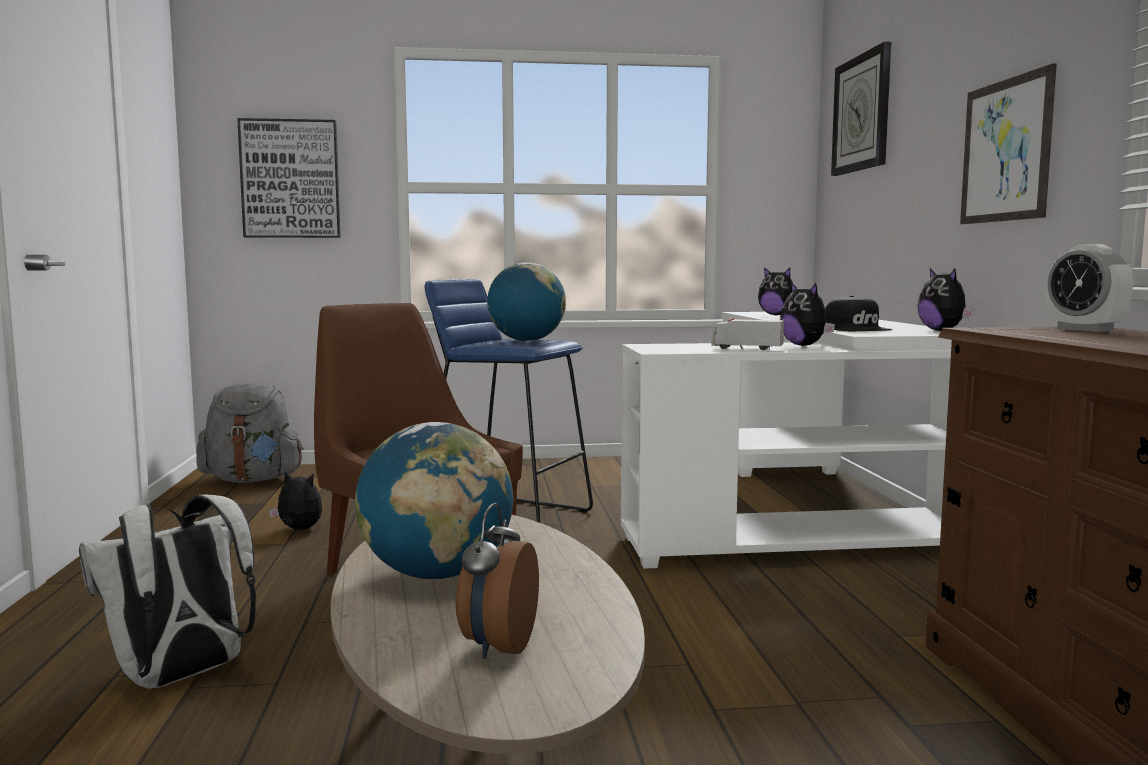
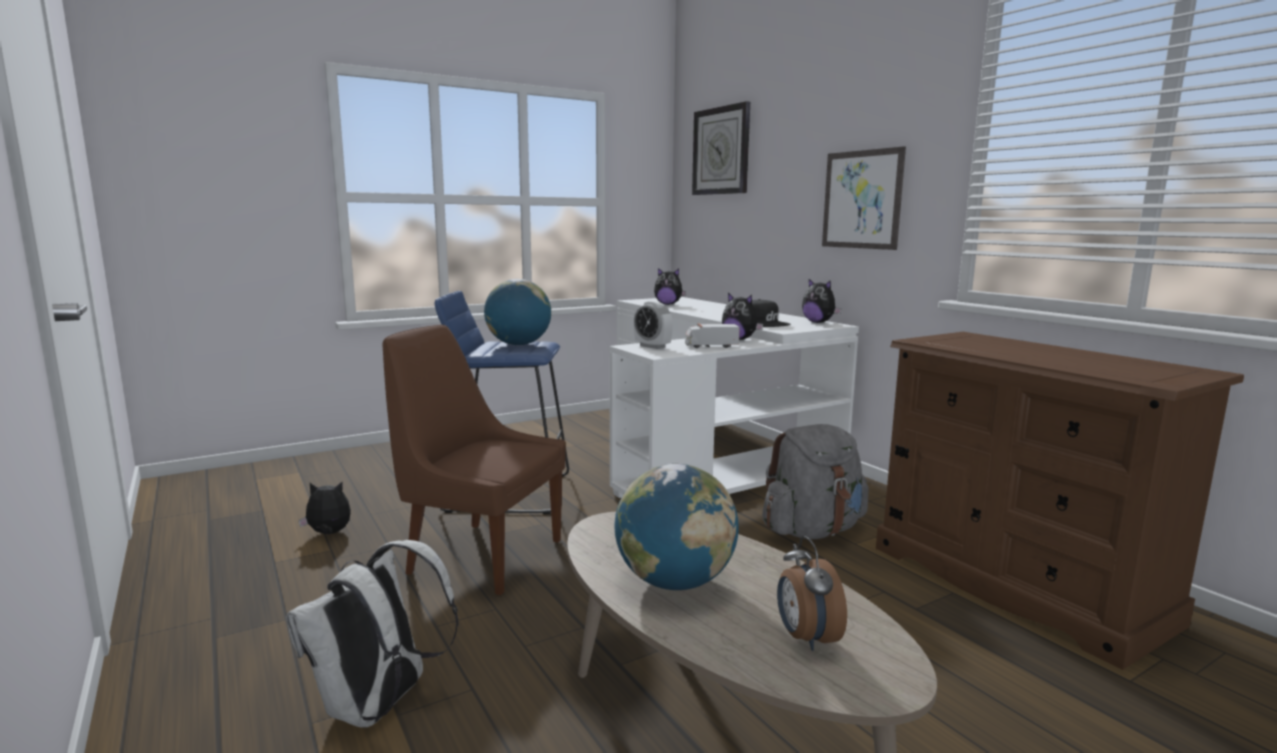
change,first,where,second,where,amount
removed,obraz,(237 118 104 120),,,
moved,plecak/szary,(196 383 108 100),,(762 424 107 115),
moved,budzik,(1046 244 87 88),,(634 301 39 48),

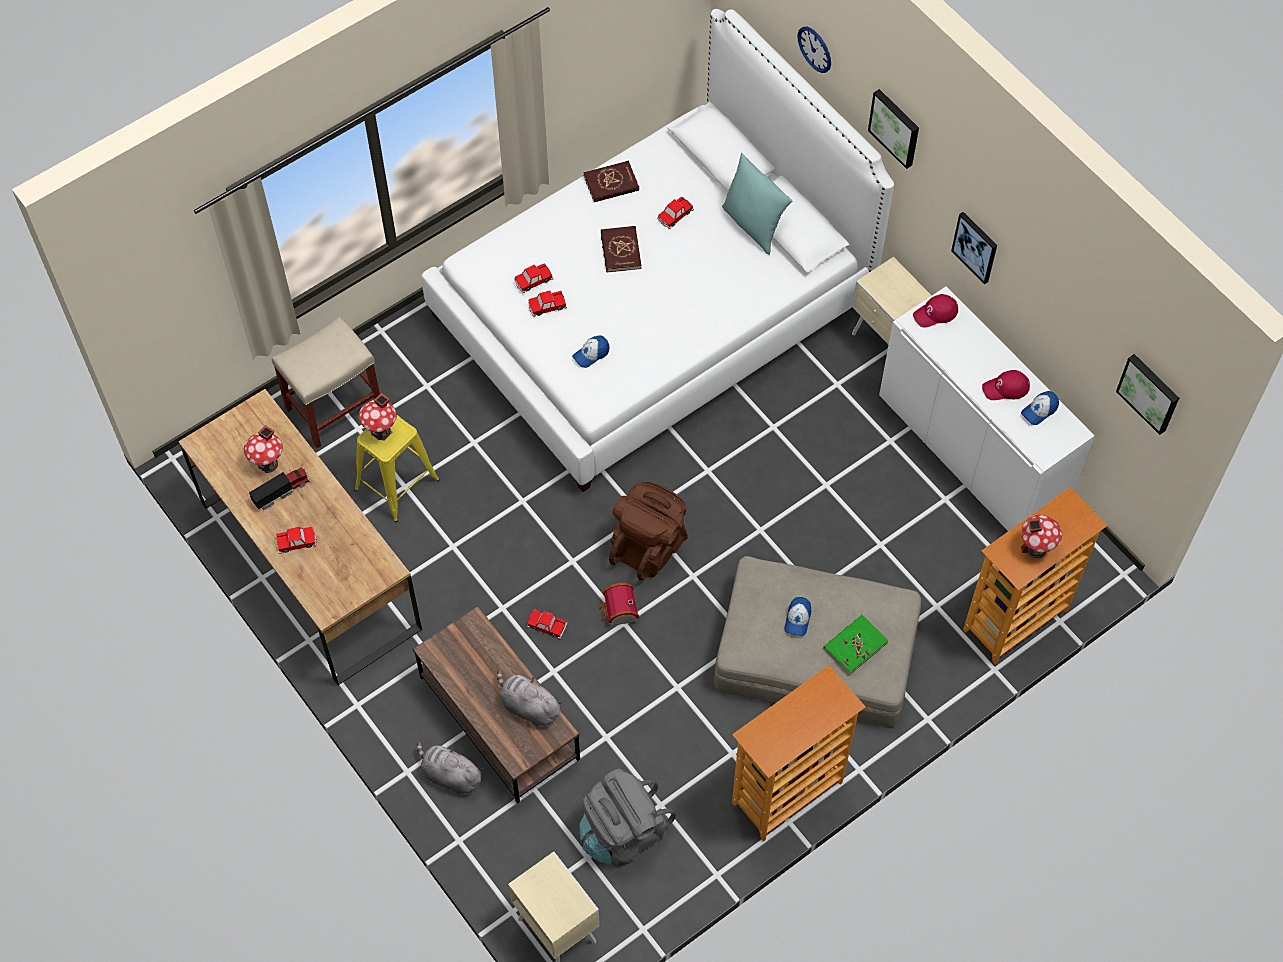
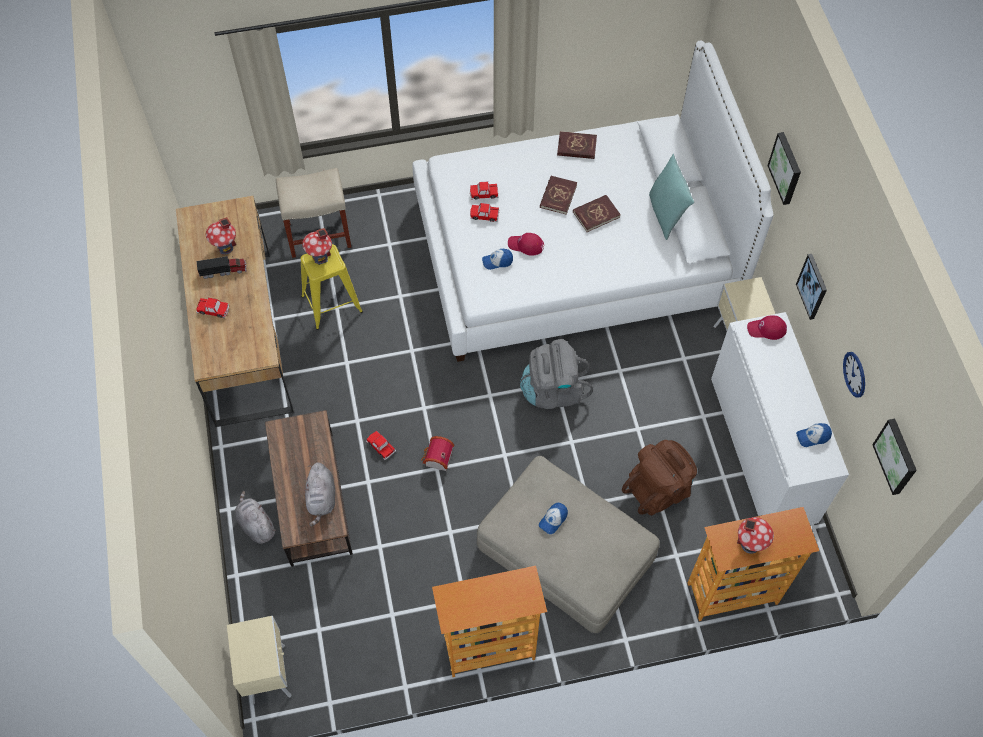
change,first,where,second,where,amount
removed,samochodzik,(657 196 37 33),,,
removed,książka/zielony,(823 615 65 60),,,
added,,,książka/czerwony,(573 195 48 37),
moved,plecak/szary,(579 769 97 95),,(520 339 73 70),
moved,plecak/brązowy,(609 482 79 98),,(622 440 75 75),
moved,zegar ścienny,(797 27 34 46),,(843 352 22 46),
moved,czapka z daszkiem/czerwony,(982 370 48 30),,(508 233 36 23),
turned,pluszak/szary,(497 670 66 56),,(304 462 31 64),150 degrees counterclockwise

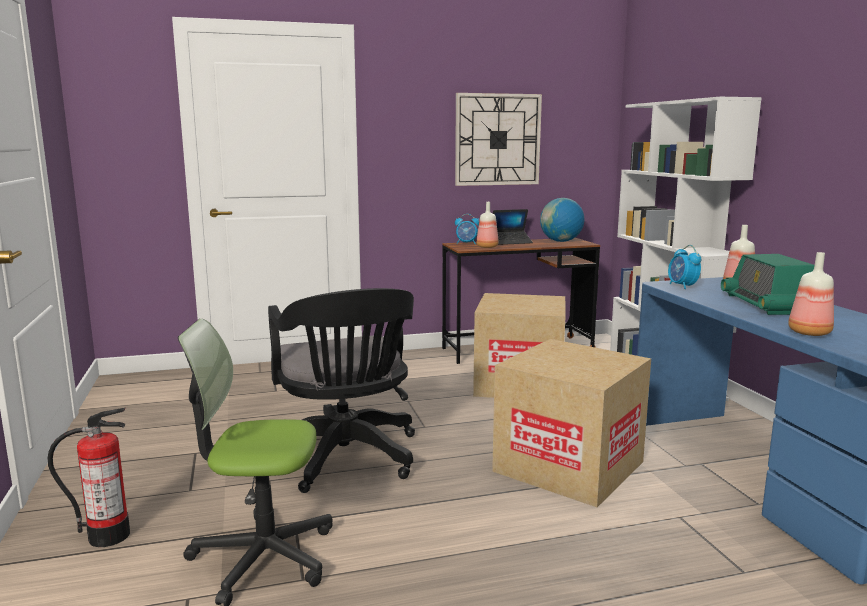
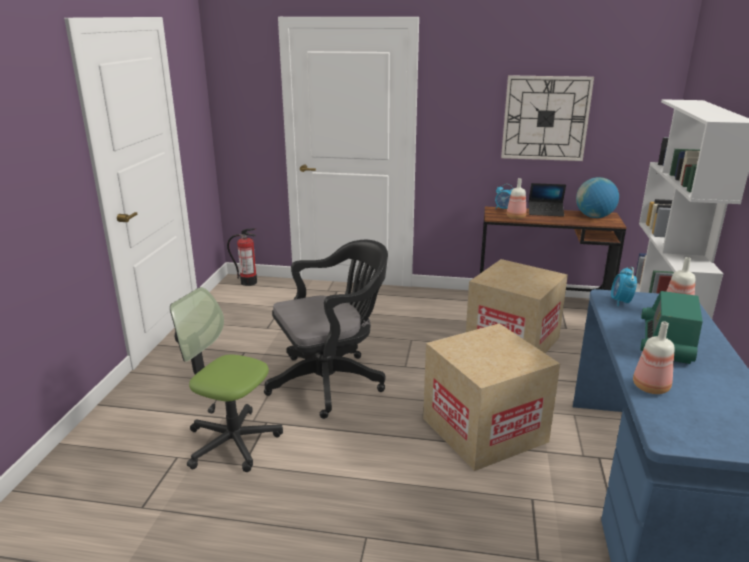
change,first,where,second,where,amount
moved,gaśnica,(48 408 82 139),,(227 228 30 58),
turned,krzesło biurowe/czarny,(268 288 147 205),,(264 240 124 179),120 degrees counterclockwise

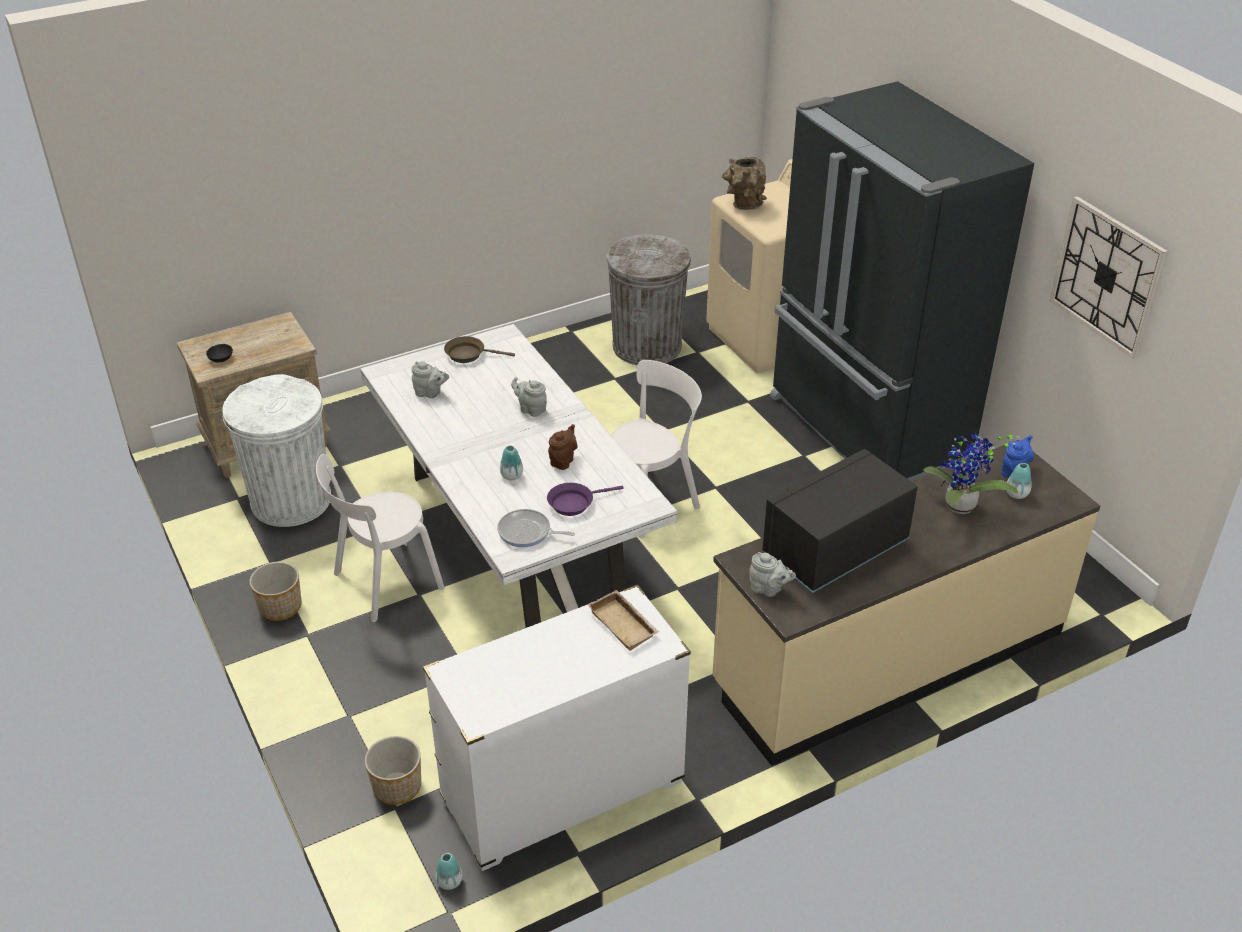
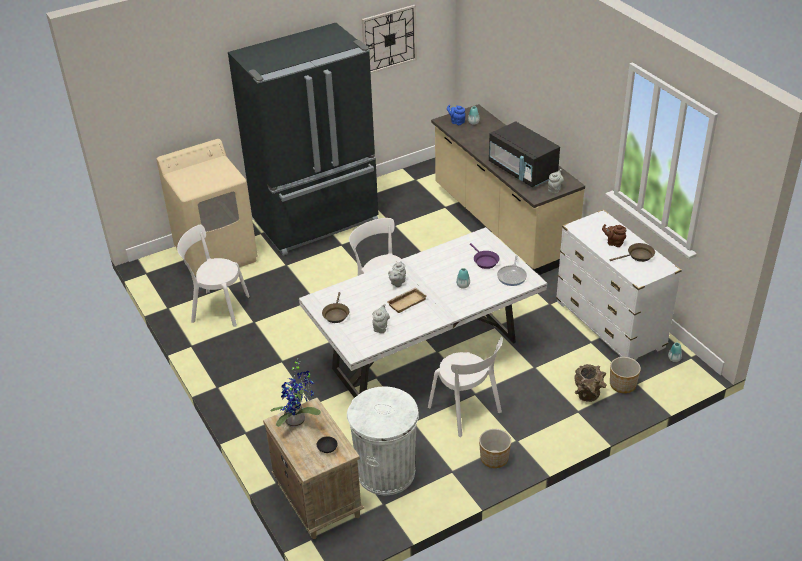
change,first,where,second,where,amount
added,,,patelnia/brązowy,(610 243 45 19),
moved,imbryk/brązowy,(548 424 30 46),,(602 224 24 23),
moved,taca/beżowy,(587 590 72 61),,(387 287 40 26),
moved,wazon/brązowy,(722 157 45 53),,(574 364 33 38),
moved,roślina doniczkowa,(923 433 96 81),,(271 361 50 66),
replaced,kosz na śmieci/szary,(606 234 85 131),krzesło/biały,(177 225 73 102),

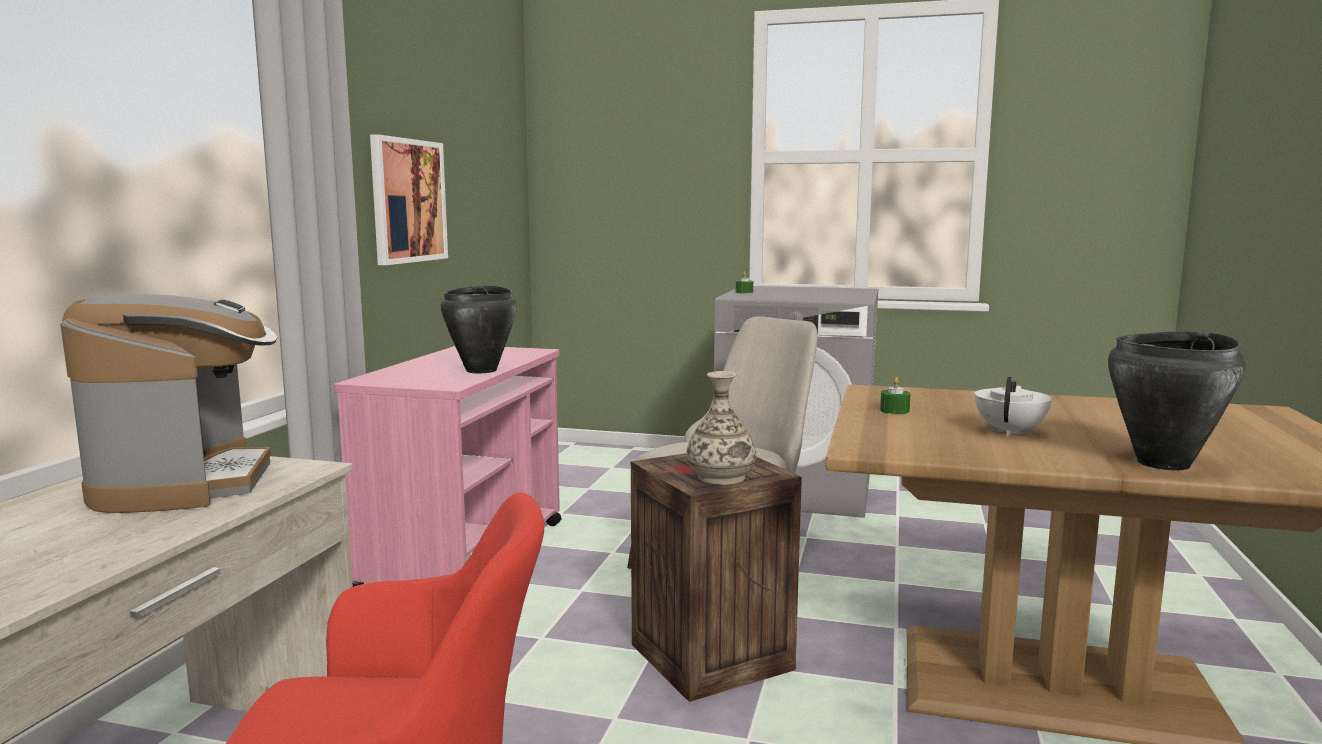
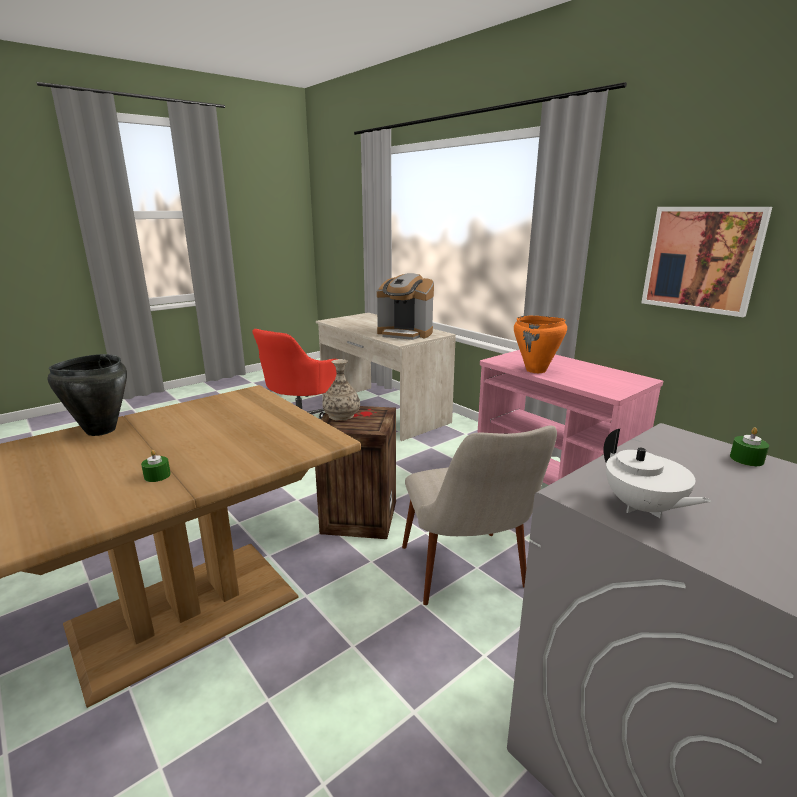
change,first,where,second,where,amount
moved,świeca/zielony,(880 377 31 37),,(141 450 30 32),
moved,imbryk/biały,(974 377 78 59),,(604 429 107 89),
recoloured,garnek/czarny,(441 285 76 88),garnek/pomarańczowy,(514 316 53 57),

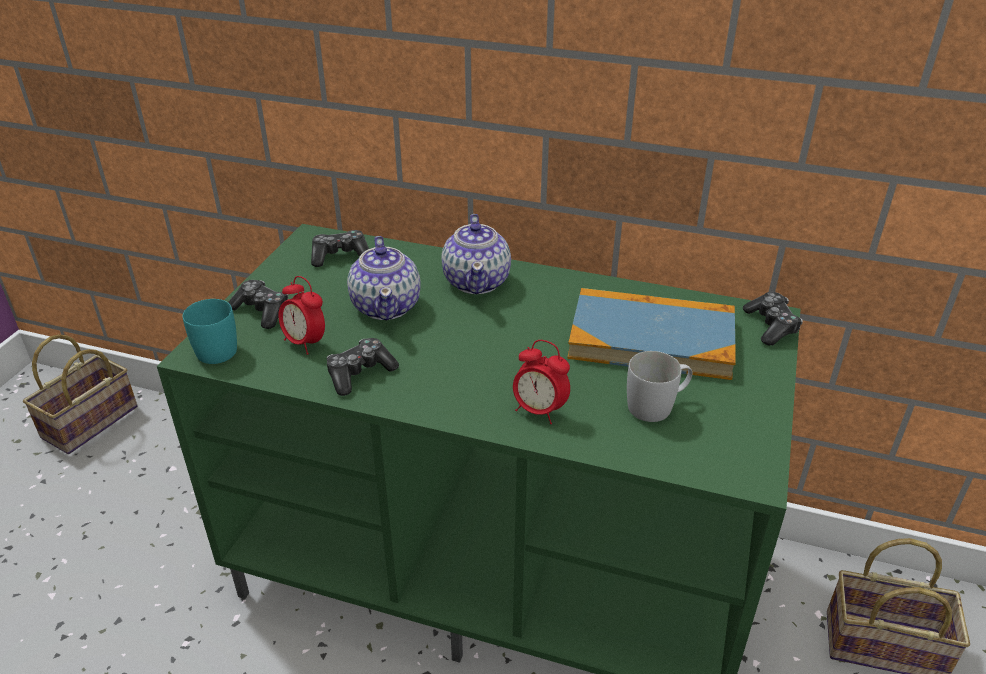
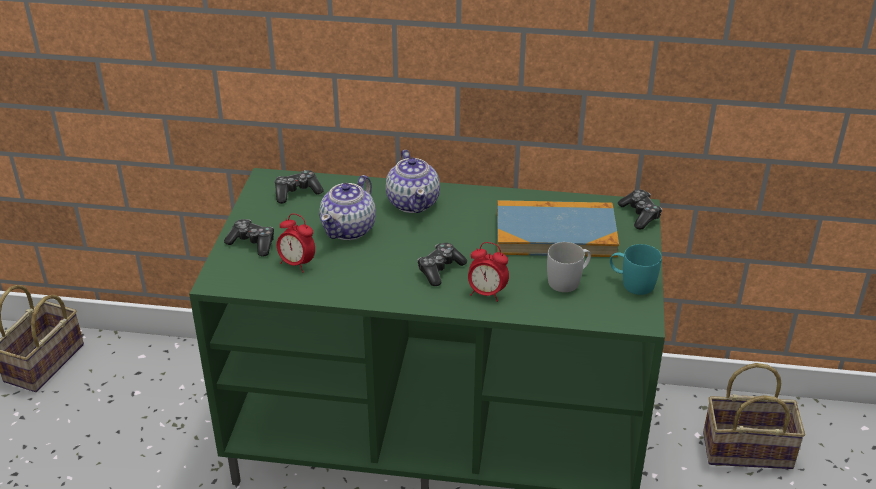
change,first,where,second,where,amount
moved,kubek/turkusowy,(183 299 54 65),,(610 244 52 51),
moved,pad do gier,(326 338 73 58),,(417 243 50 43),
turned,imbryk,(347 236 74 84),,(319 175 57 65),45 degrees clockwise

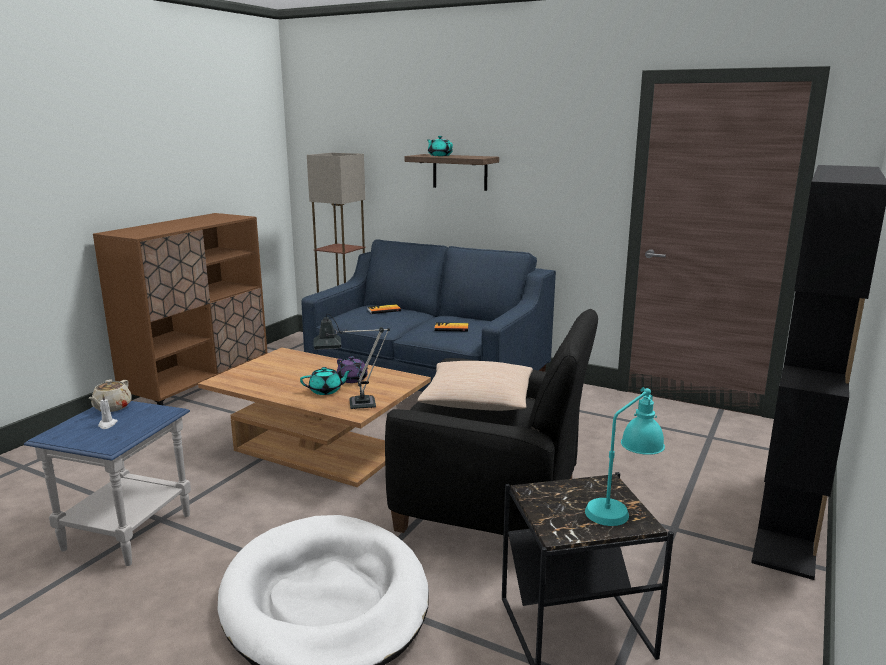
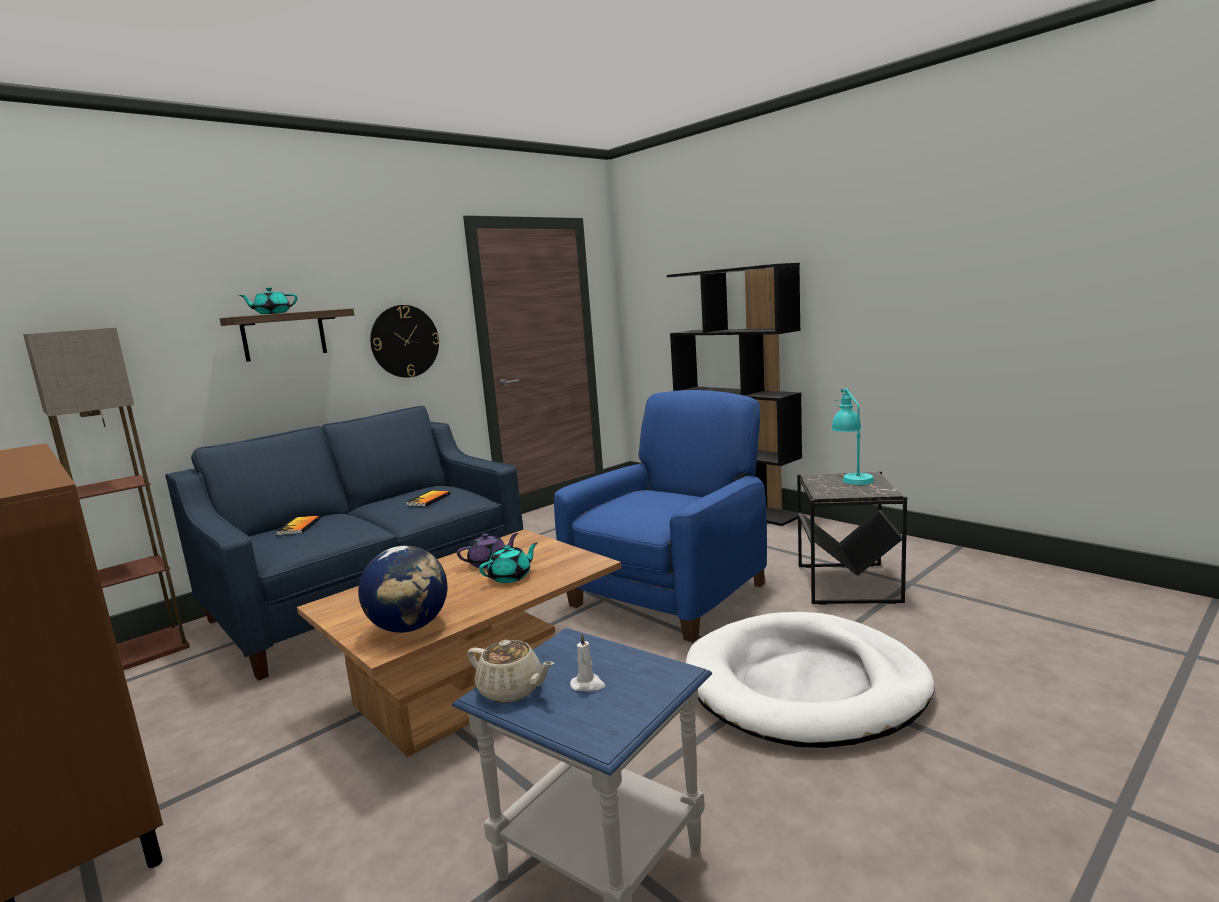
change,first,where,second,where,amount
removed,lampa stołowa,(314 314 76 95),,,
removed,poduszka/beżowy,(417 361 116 50),,,
added,,,globus,(358 546 90 87),
added,,,zegar ścienny,(370 305 70 73),
recoloured,fotel/czarny,(385 309 213 227),fotel/niebieski,(554 390 213 252),
turned,imbryk/turkusowy,(300 367 52 28),,(479 543 58 40),45 degrees clockwise

